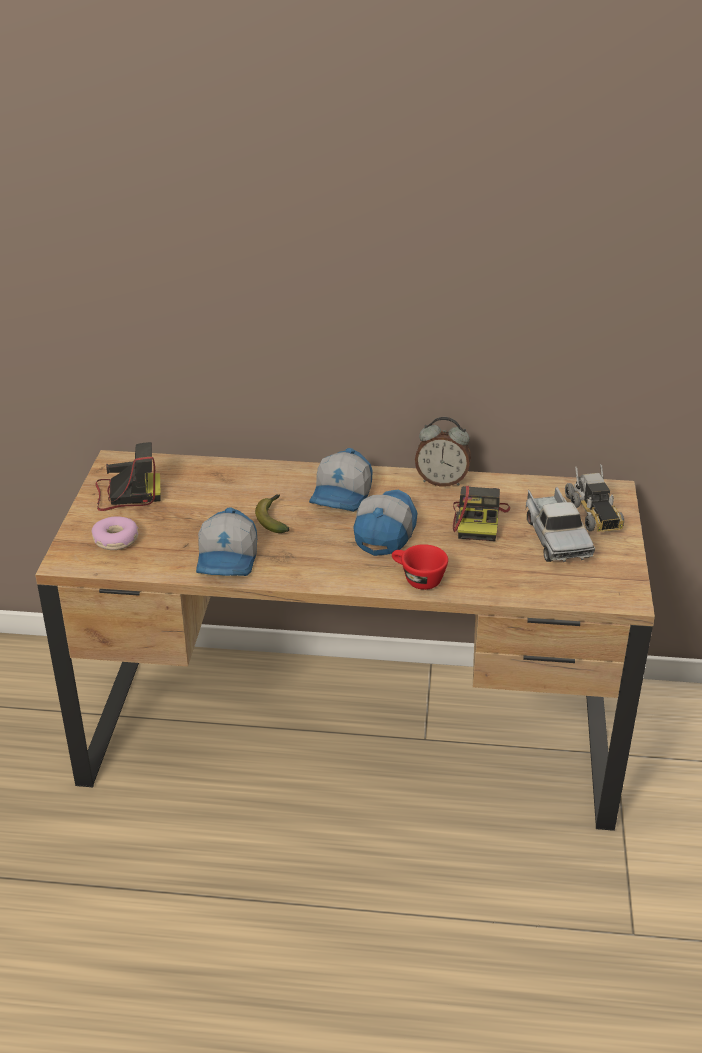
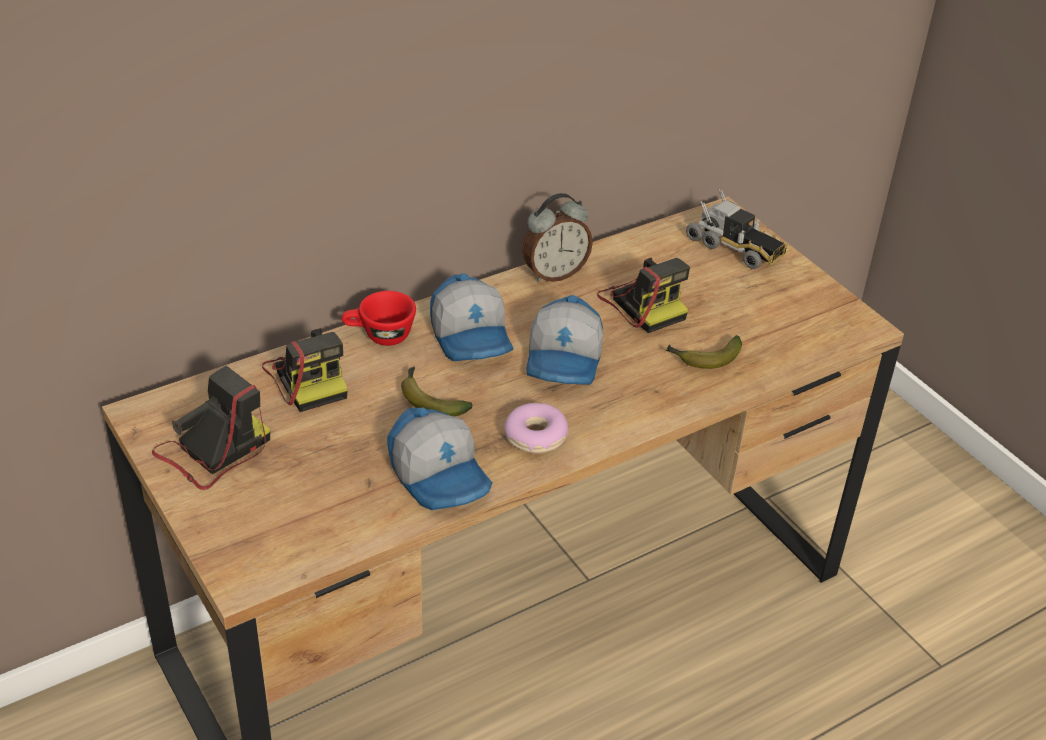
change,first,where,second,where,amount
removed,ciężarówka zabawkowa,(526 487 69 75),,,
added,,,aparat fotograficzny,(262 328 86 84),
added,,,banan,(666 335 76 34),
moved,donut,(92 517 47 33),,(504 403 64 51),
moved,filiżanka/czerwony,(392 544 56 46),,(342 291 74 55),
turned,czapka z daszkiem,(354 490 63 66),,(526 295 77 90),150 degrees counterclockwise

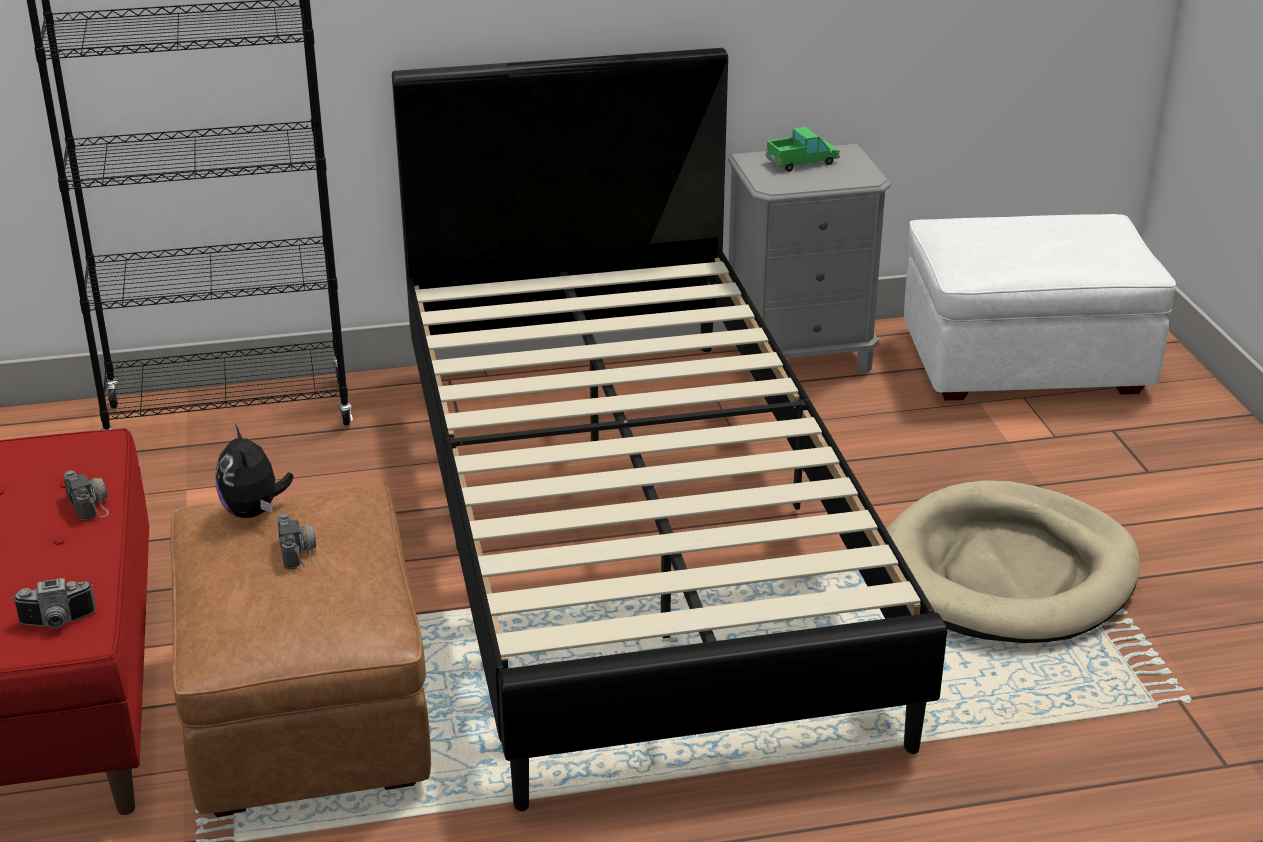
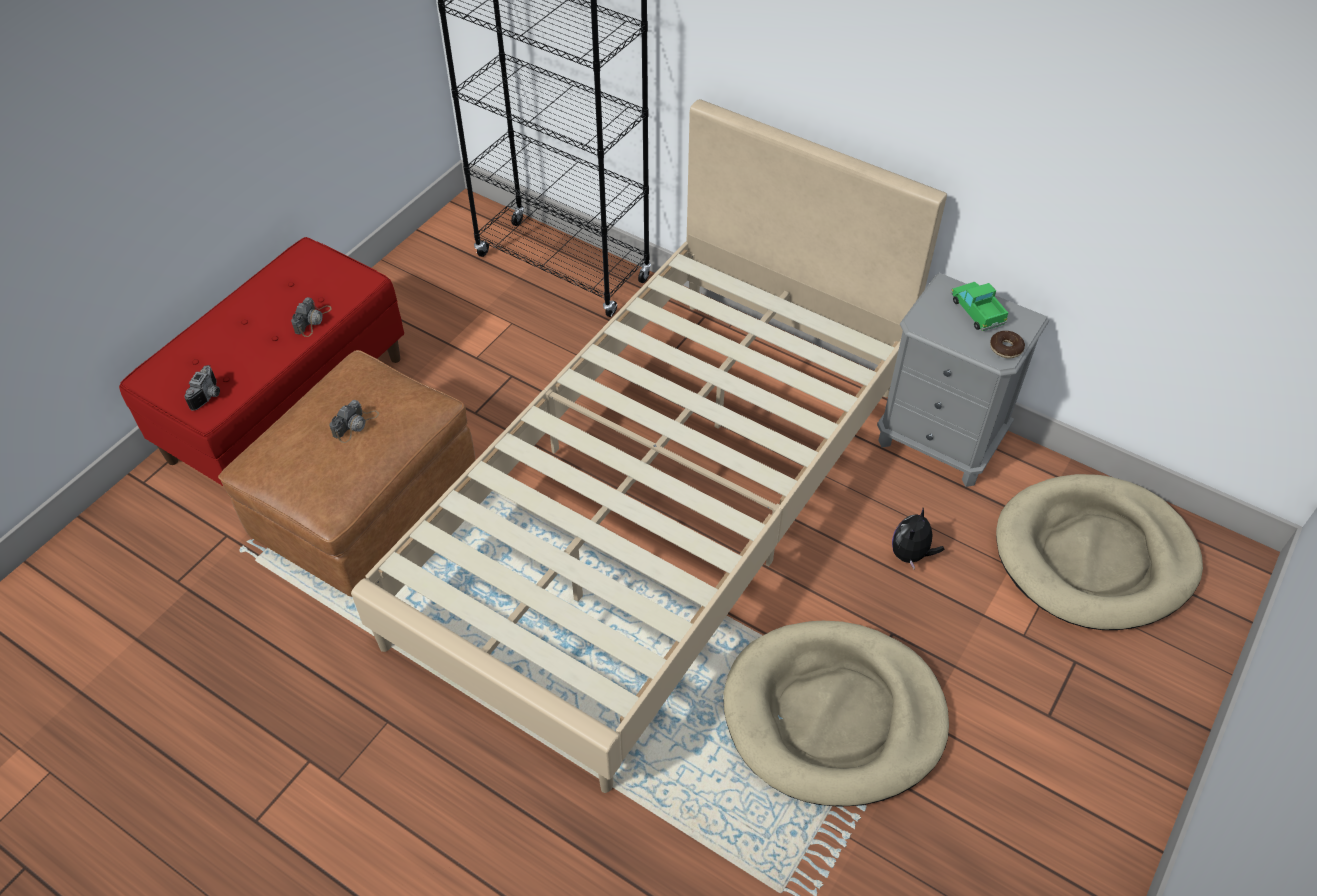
change,first,where,second,where,amount
added,,,donut,(990 331 35 28),
moved,pluszak,(216 424 78 94),,(892 508 53 61),
replaced,pufa/biały,(904 214 272 187),legowisko/beżowy,(996 474 207 156),
recoloured,łóżko/czarny,(392 48 555 763),łóżko/beżowy,(351 99 596 694),
turned,aparat fotograficzny,(12 578 84 50),,(184 365 36 46),105 degrees counterclockwise
turned,ciężarówka zabawkowa,(765 127 75 45),,(951 282 57 49),135 degrees counterclockwise

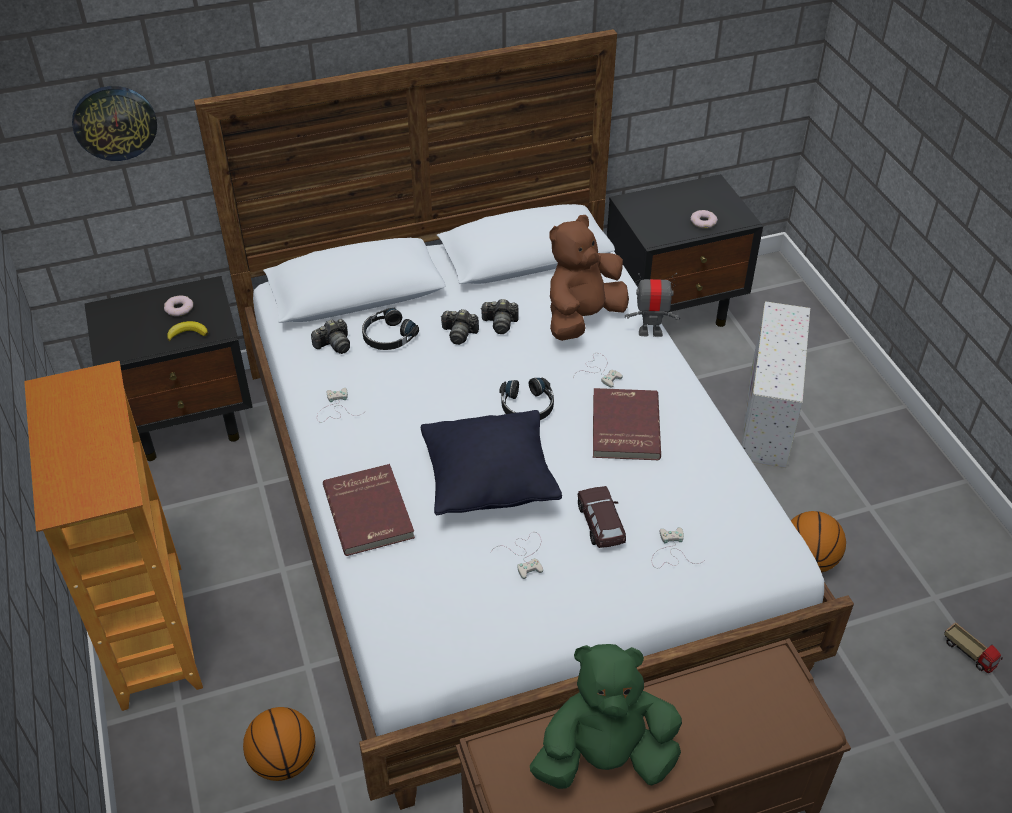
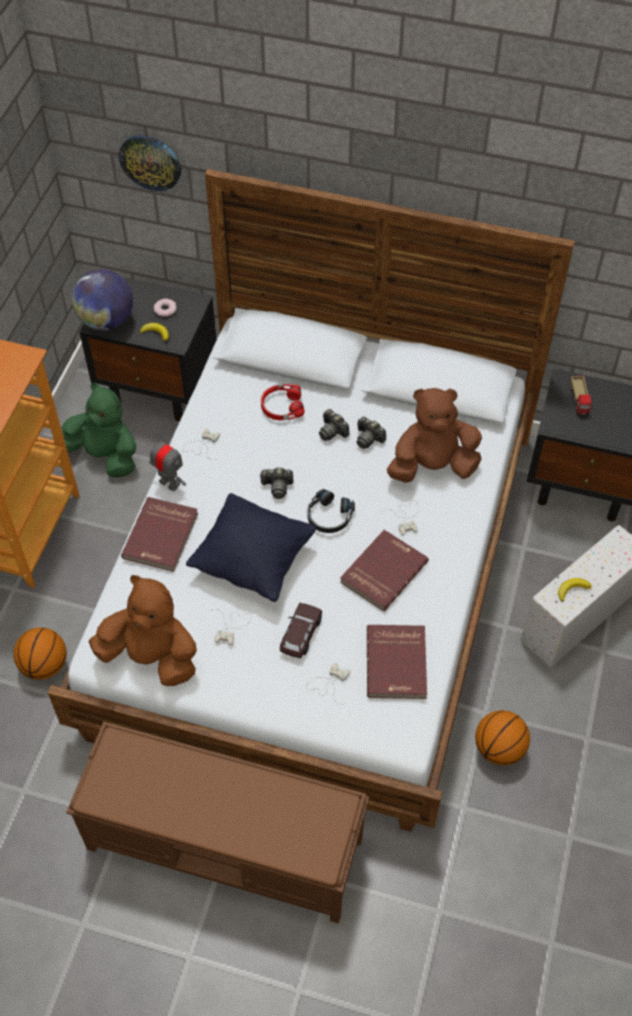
change,first,where,second,where,amount
removed,donut,(691 210 27 18),,,
added,,,globus,(72 269 61 62),
added,,,pluszak/brązowy,(89 575 108 111),
added,,,książka/czerwony,(367 625 60 74),
added,,,banan,(558 578 33 24),
moved,aparat fotograficzny,(311 319 39 35),,(259 467 34 32),
moved,pluszak/zielony,(530 644 152 145),,(62 382 74 96),
moved,robot zabawkowy,(625 273 55 64),,(149 435 37 56),
moved,ciężarówka zabawkowa,(944 623 59 50),,(571 376 22 38),
recoloured,słuchawki/czarny,(362 308 57 42),słuchawki/czerwony,(261 384 43 36),

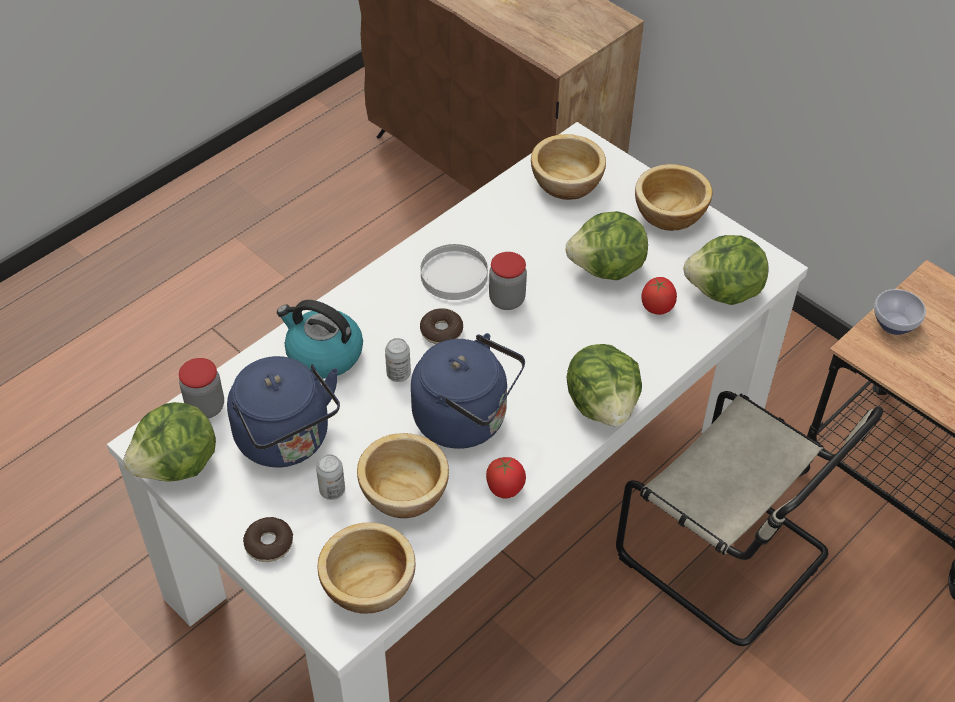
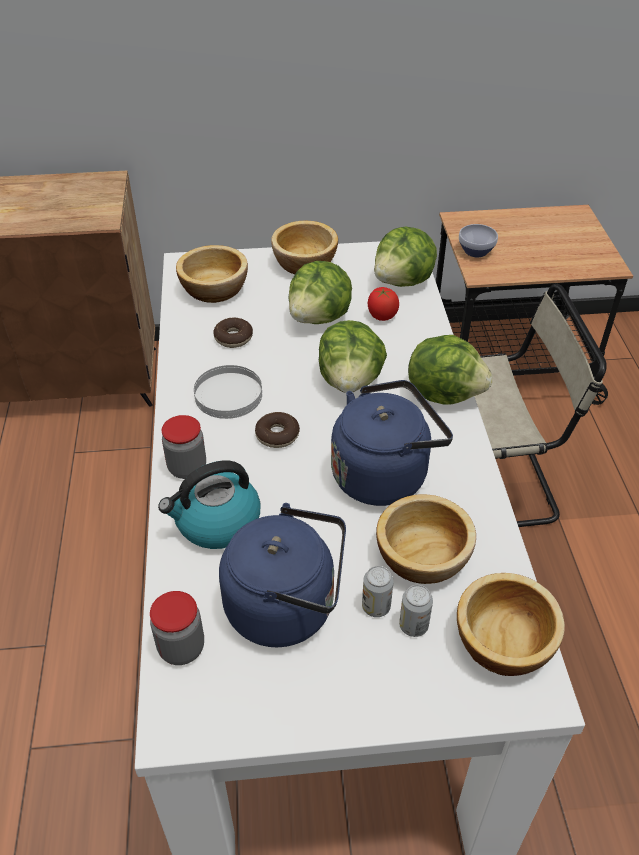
change,first,where,second,where,amount
removed,pomidor,(486 457 40 42),,,
moved,sałata,(123 402 93 80),,(319 320 68 73),
moved,donut,(243 517 50 45),,(213 318 40 30),
moved,puszka,(385 338 26 44),,(399 585 34 52),
moved,słoik,(489 252 38 58),,(162 415 44 64),

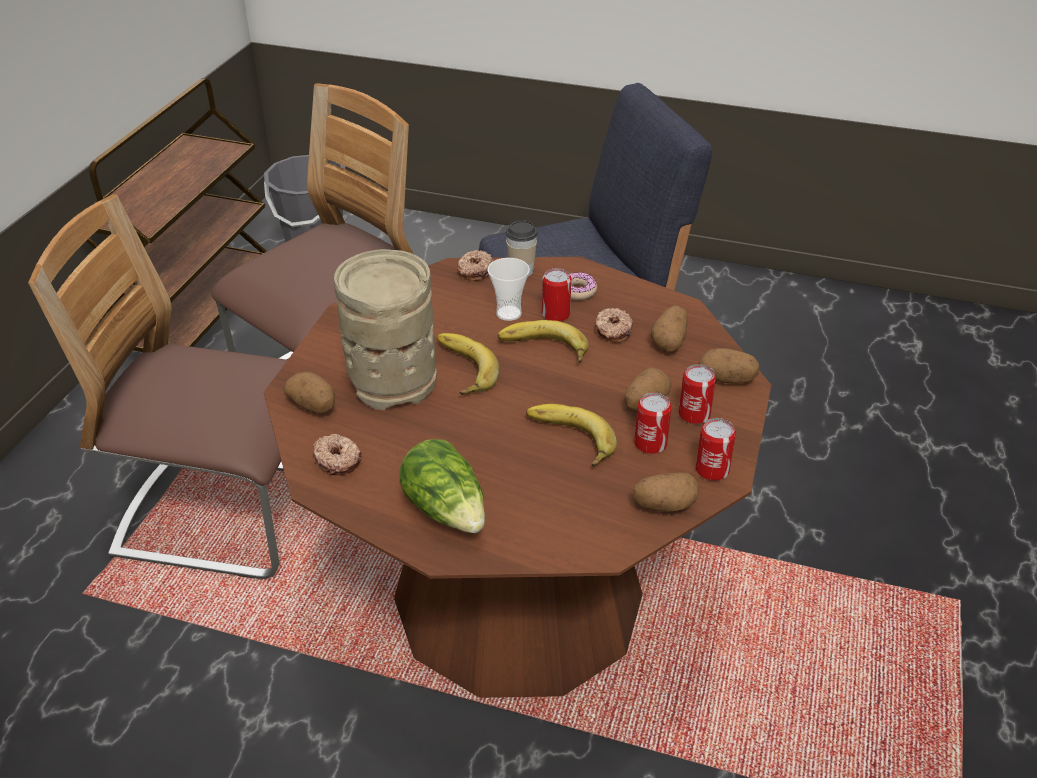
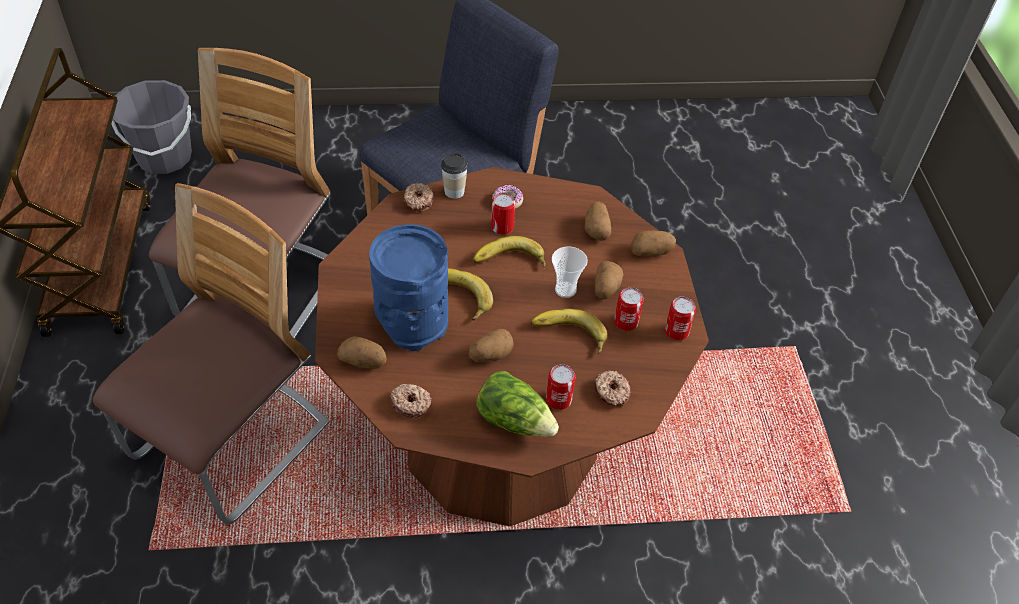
change,first,where,second,where,amount
moved,filiżanka,(487 258 43 63),,(552 246 36 52),
moved,donut,(595 308 39 35),,(594 371 37 35),
moved,ziemniak,(633 473 66 39),,(469 329 45 33),
moved,puszka,(679 364 37 60),,(546 364 30 46),
recoloured,wazon/beżowy,(334 249 103 161),wazon/niebieski,(369 224 79 127),
turned,krzesło,(28 194 259 385),,(93 183 237 342),135 degrees clockwise

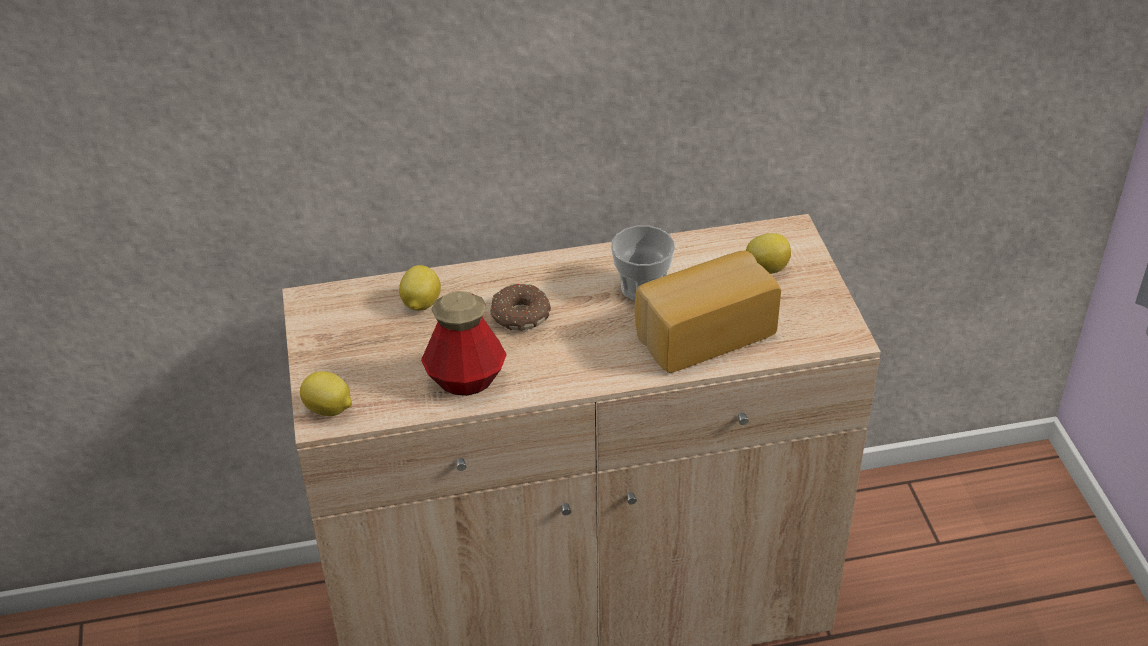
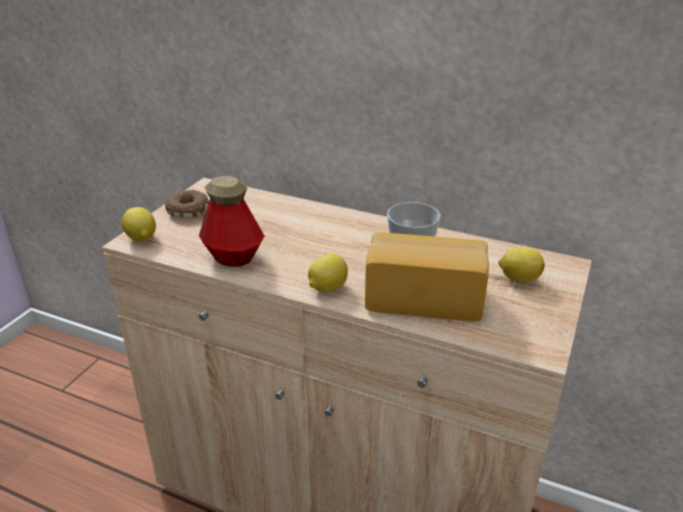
change,first,where,second,where,amount
moved,cytryna,(399 265 42 46),,(308 253 40 39),
moved,donut,(490 284 61 47),,(165 189 44 30),

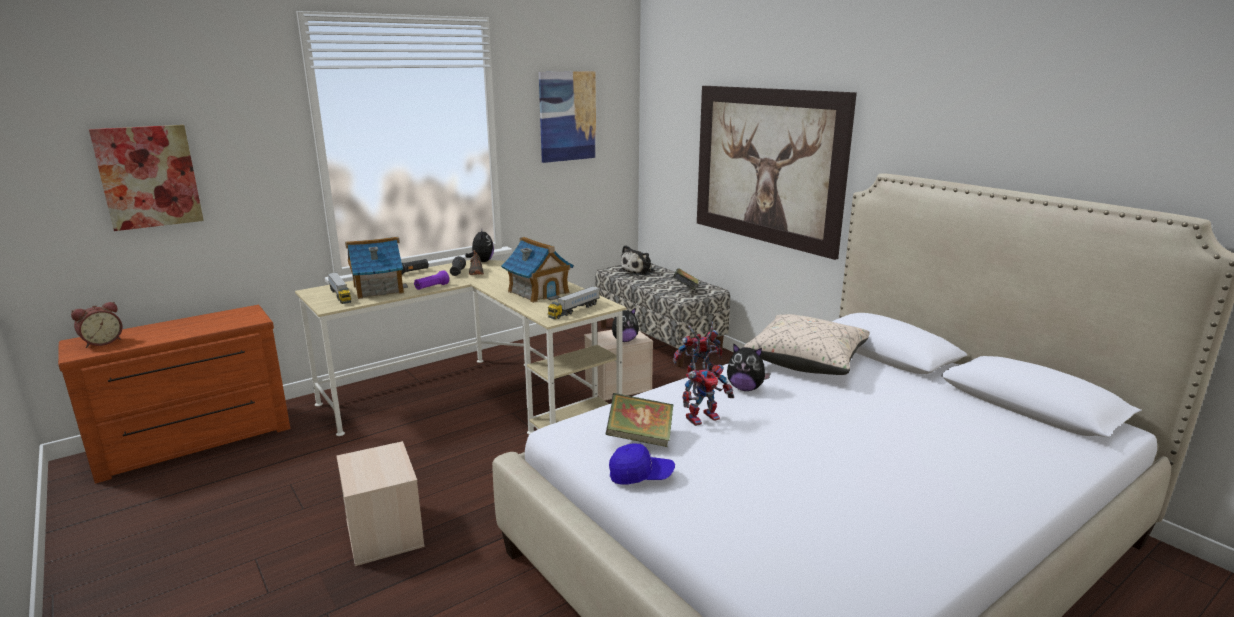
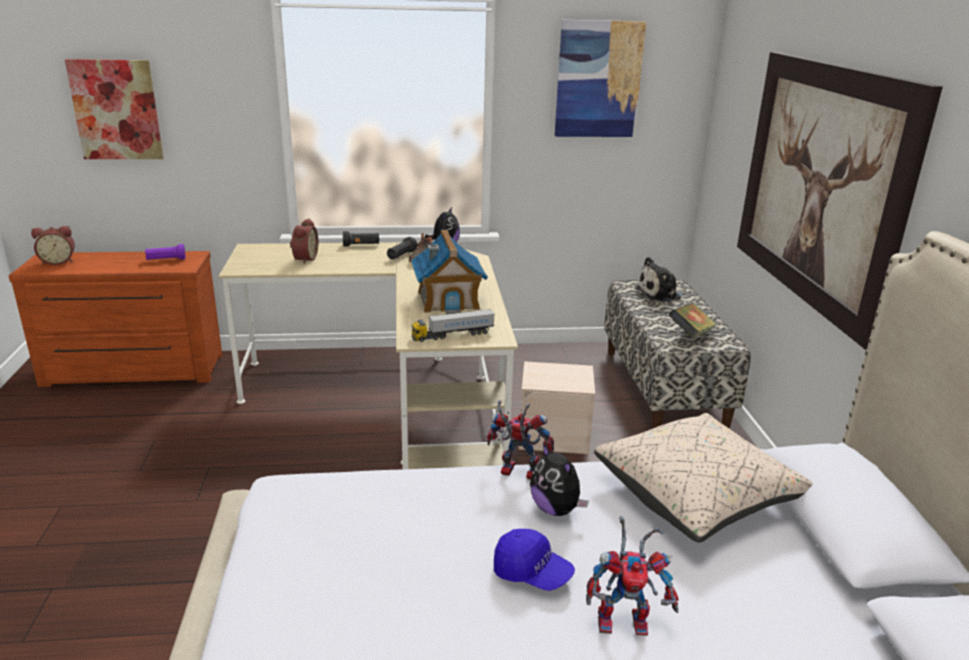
change,first,where,second,where,amount
removed,ciężarówka zabawkowa,(327 272 24 32),,,
removed,pojemnik do przechowywania/beżowy,(337 441 88 125),,,
removed,książka,(605 393 69 54),,,
removed,pluszak,(612 308 27 34),,,
moved,latarka/fioletowy,(414 270 35 20),,(145 244 41 16),
moved,czapka z daszkiem/niebieski,(609 443 66 42),,(494 529 81 62),
moved,robot zabawkowy,(682 348 52 78),,(586 516 93 120),
replaced,domek,(345 237 63 62),budzik,(290 218 28 46),

